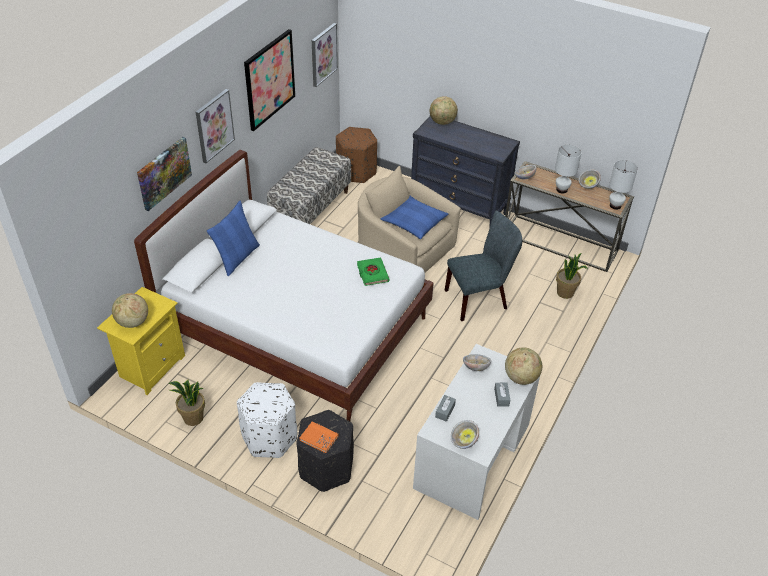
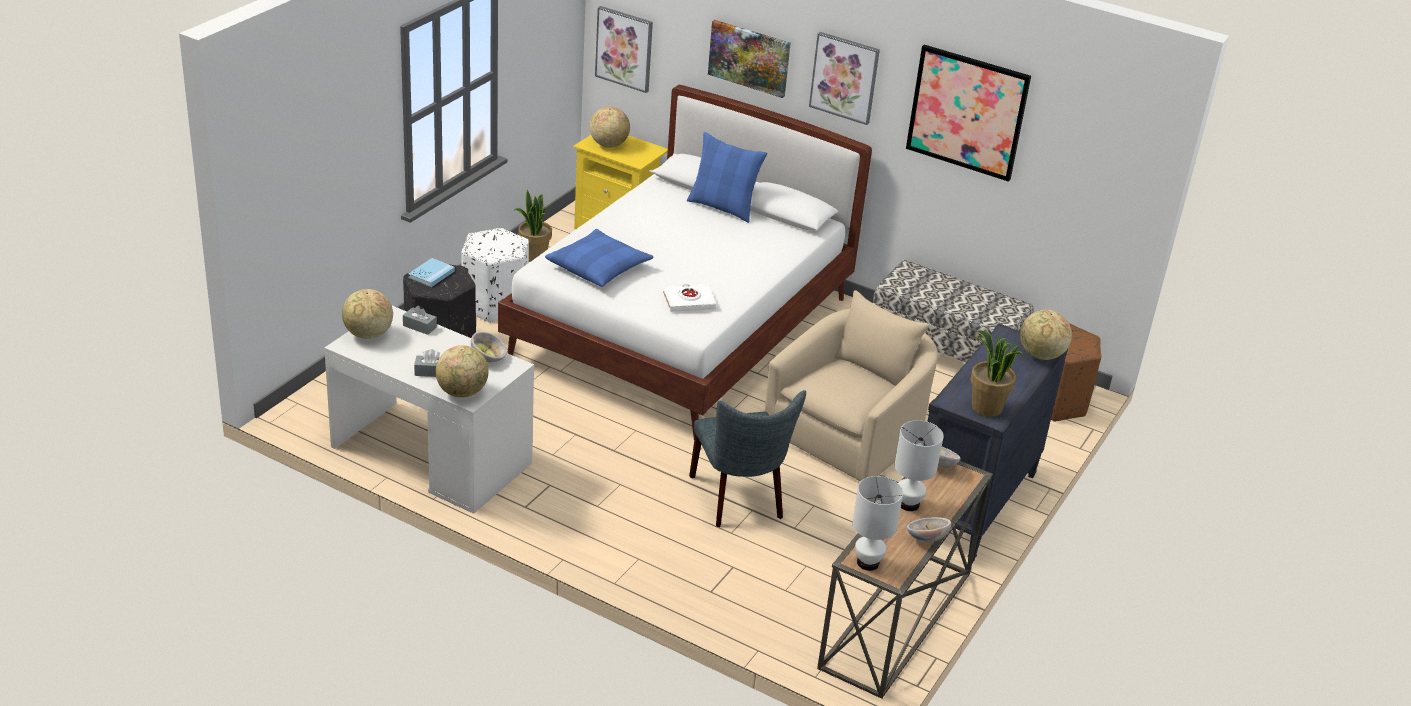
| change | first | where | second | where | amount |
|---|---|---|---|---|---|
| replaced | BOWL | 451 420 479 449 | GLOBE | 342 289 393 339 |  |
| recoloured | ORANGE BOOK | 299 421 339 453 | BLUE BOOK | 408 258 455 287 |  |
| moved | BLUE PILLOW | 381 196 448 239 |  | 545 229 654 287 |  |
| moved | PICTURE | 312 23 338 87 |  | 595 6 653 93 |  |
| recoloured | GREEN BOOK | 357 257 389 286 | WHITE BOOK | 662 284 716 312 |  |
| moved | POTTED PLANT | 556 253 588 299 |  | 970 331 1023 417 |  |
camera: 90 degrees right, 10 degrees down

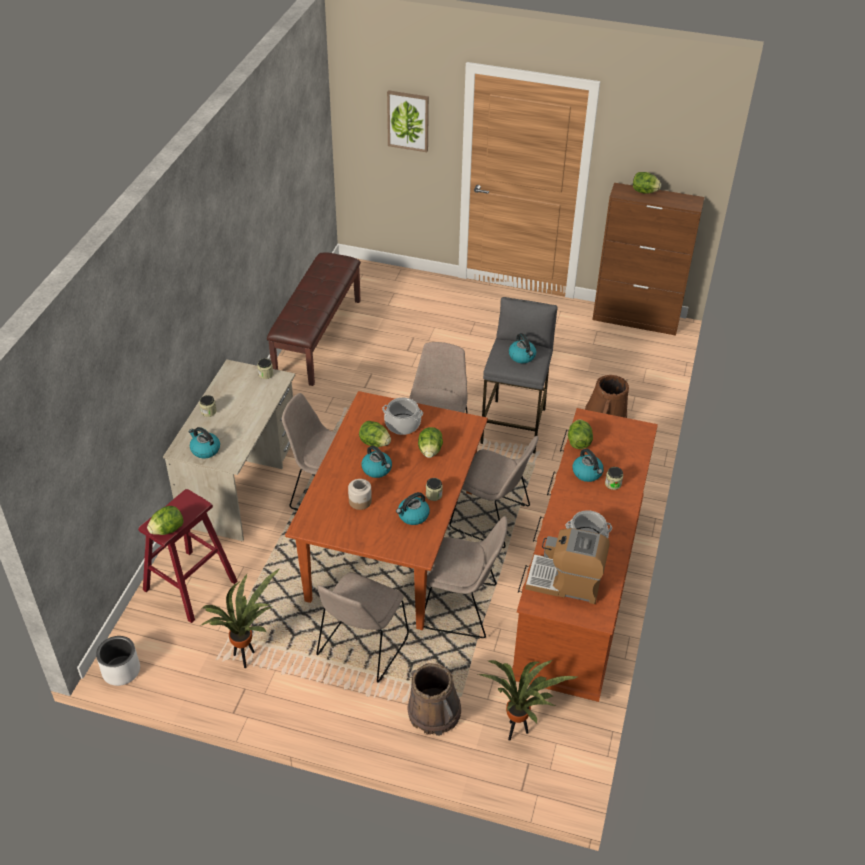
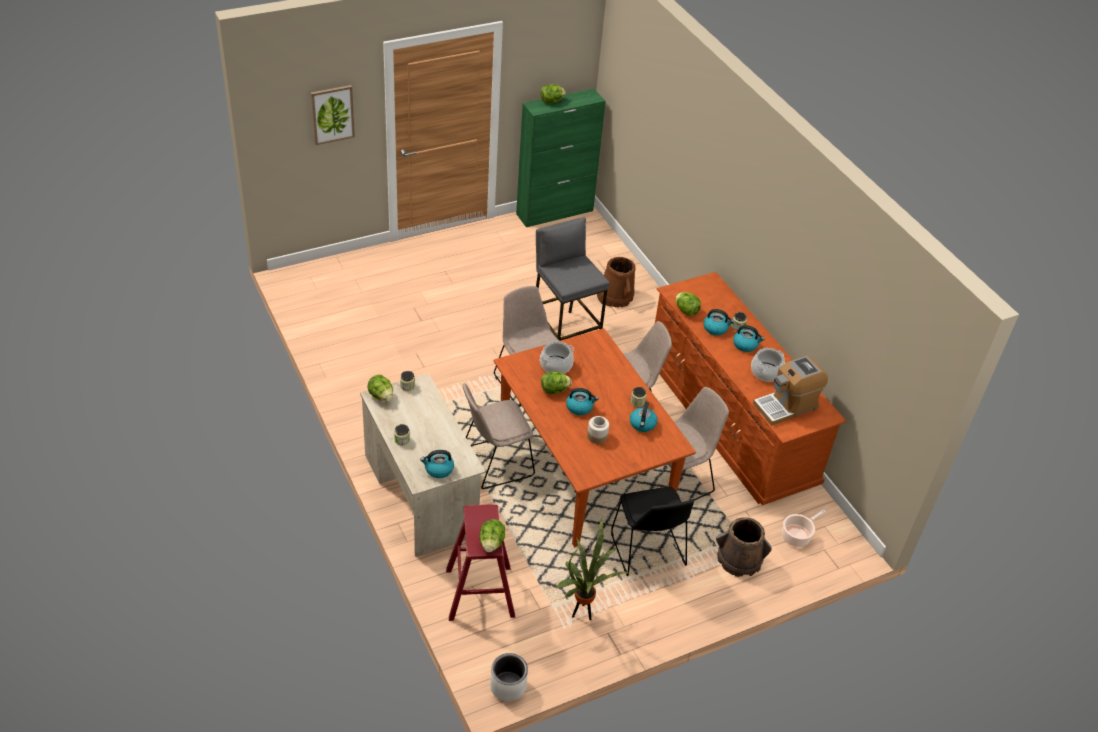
| change | first | where | second | where | amount |
|---|---|---|---|---|---|
| moved | LETTUCE | 418 427 443 458 |  | 367 375 393 402 |  |
| recoloured | BROWN CABINET | 592 183 704 336 | GREEN CABINET | 516 89 606 227 |  |
| recoloured | BEIGE CHAIR | 316 572 409 683 | BLACK CHAIR | 611 487 694 576 |  |
| moved | KETTLE | 509 333 536 363 |  | 733 325 764 352 |  |
| replaced | POTTED PLANT | 478 660 577 741 | COOKING POT | 782 509 826 547 |  |
| removed | BROWN BENCH | 267 252 361 386 |  |  |  |
camera: 45 degrees left, 0 degrees up

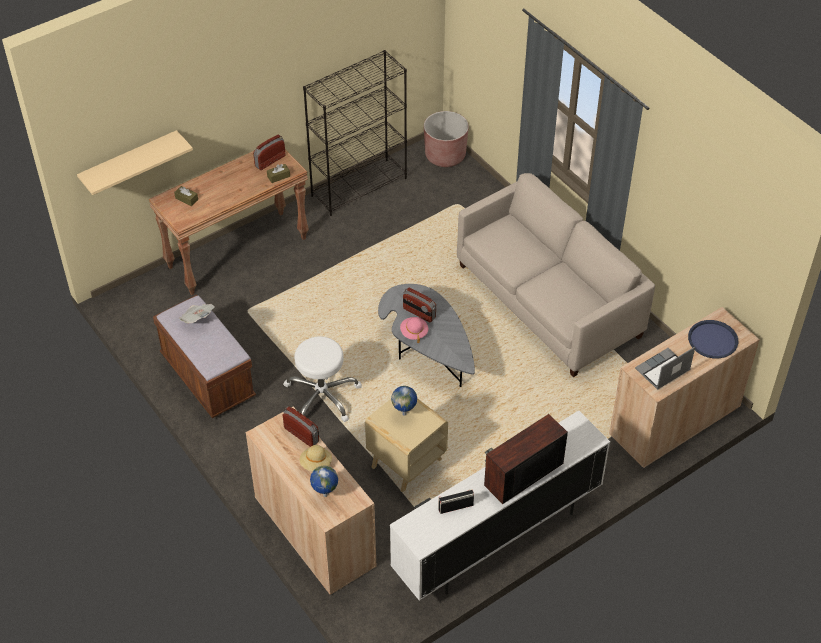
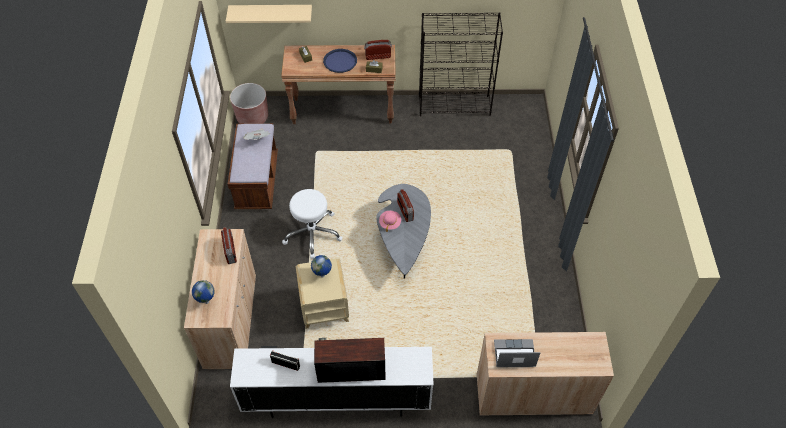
| change | first | where | second | where | amount |
|---|---|---|---|---|---|
| moved | BROWN PLANTER | 424 111 469 167 |  | 230 83 268 124 |  |
| moved | BLUE TRAY | 688 320 738 359 |  | 323 49 357 73 |  |
| removed | BEIGE HAT | 300 445 332 471 |  |  |  |
| removed | BEIGE SOFA | 457 173 655 377 |  |  |  |
camera: 35 degrees right, 5 degrees up

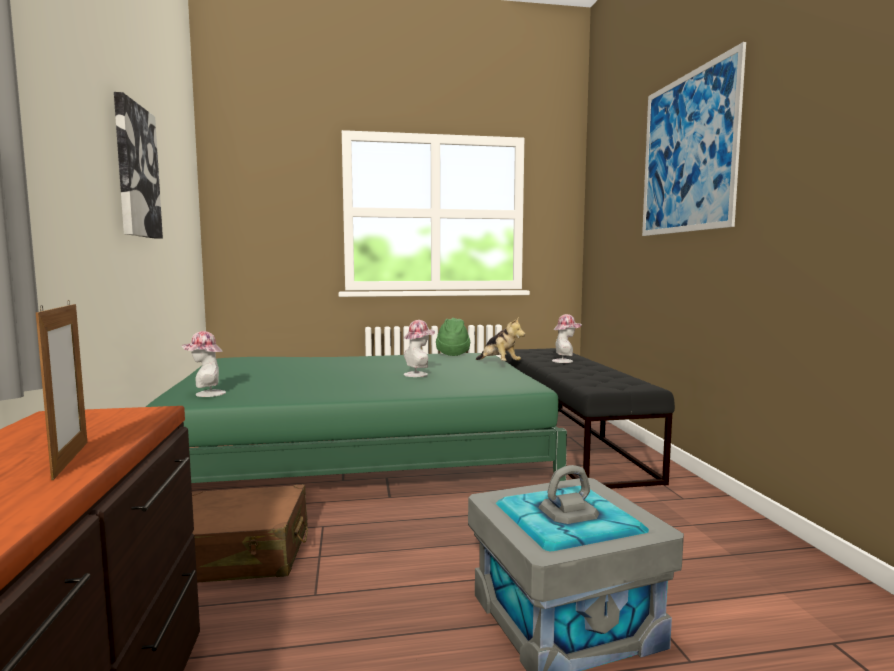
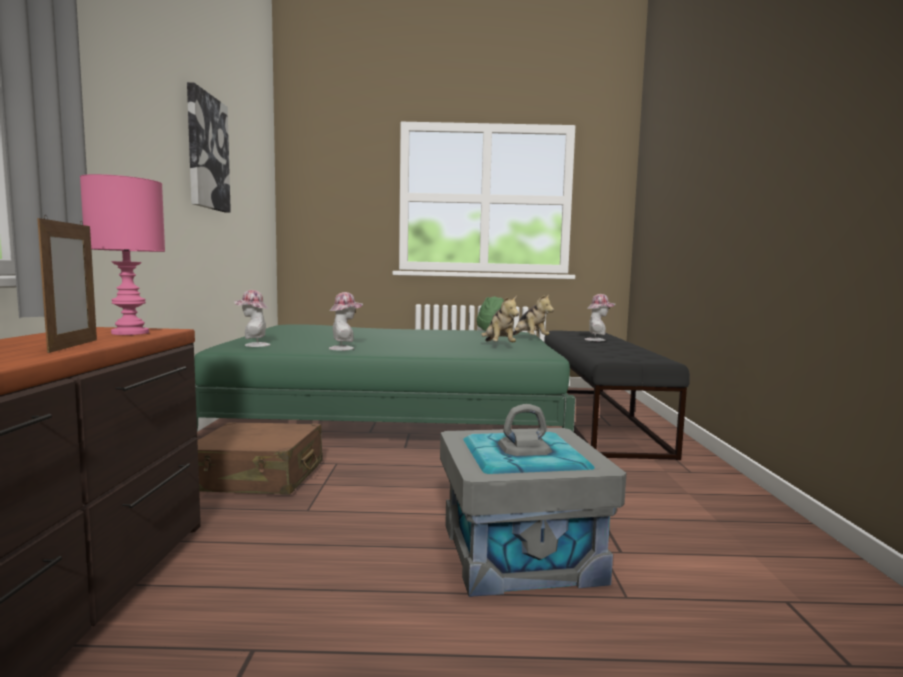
| change | first | where | second | where | amount |
|---|---|---|---|---|---|
| added |  |  | PINK TABLE LAMP | 80 174 165 335 |  |
| moved | HAT | 404 320 435 377 |  | 329 292 363 350 |  |
| added |  |  | PLUSH TOY | 481 295 519 342 |  |
| removed | PICTURE | 642 42 746 236 |  |  |  |
camera: 10 degrees right, 0 degrees up

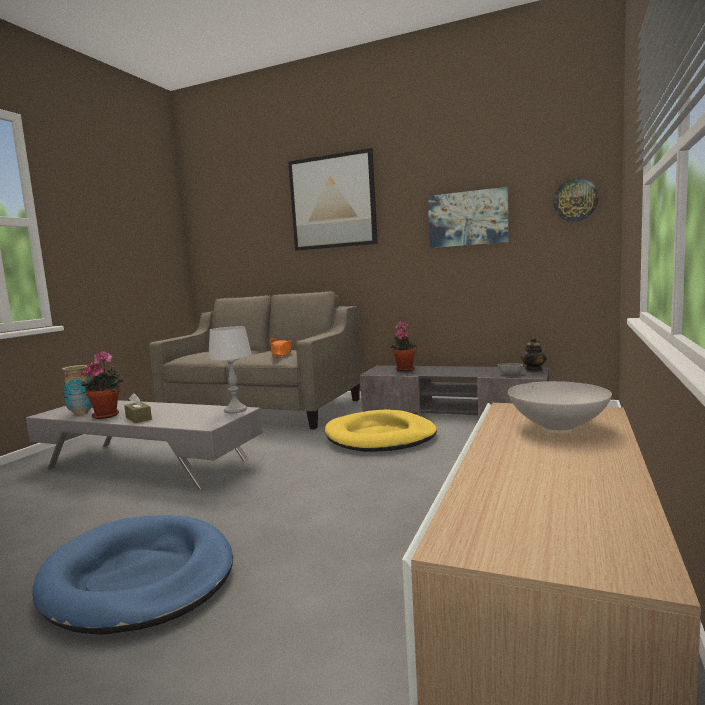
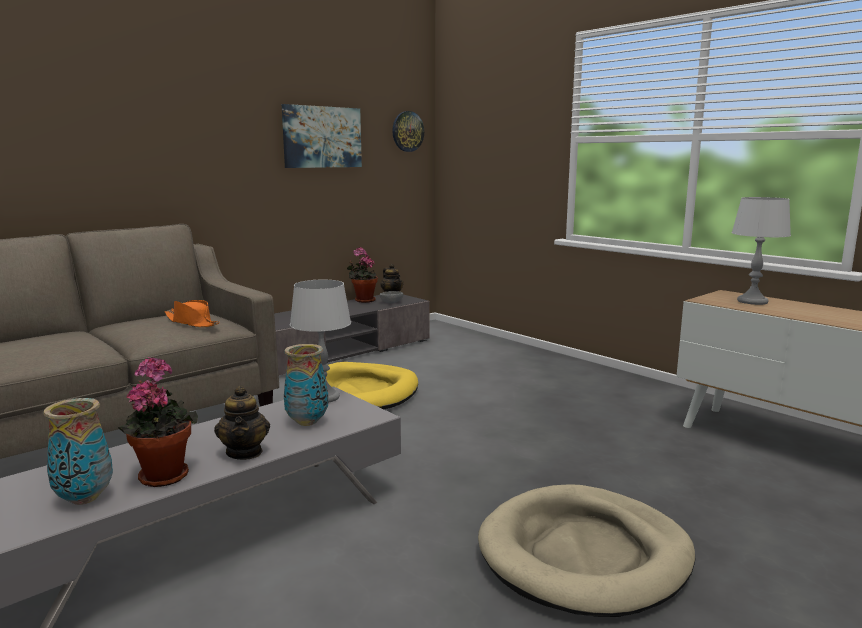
| change | first | where | second | where | amount |
|---|---|---|---|---|---|
| replaced | BROWN TISSUE BOX | 124 393 152 423 | TEAPOT | 214 386 270 460 |  |
| added |  |  | VASE | 284 344 328 426 |  |
| moved | POTTED PLANT | 391 321 417 371 |  | 347 247 378 303 |  |
| recoloured | BLUE DOG BED | 32 515 233 634 | BEIGE DOG BED | 478 484 695 617 |  |
| replaced | WHITE BOWL | 508 381 612 431 | GREY TABLE LAMP | 732 197 791 305 |  |
| removed | PICTURE | 288 148 378 251 |  |  |  |
camera: 65 degrees left, 5 degrees up

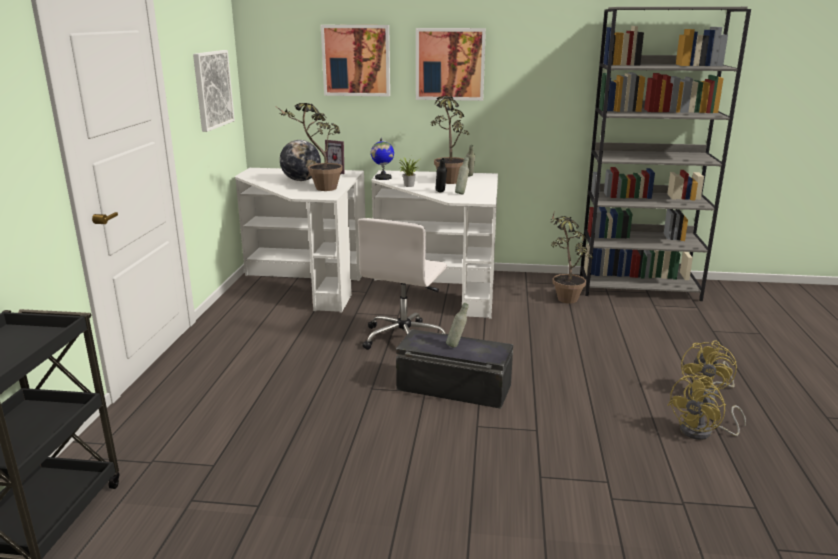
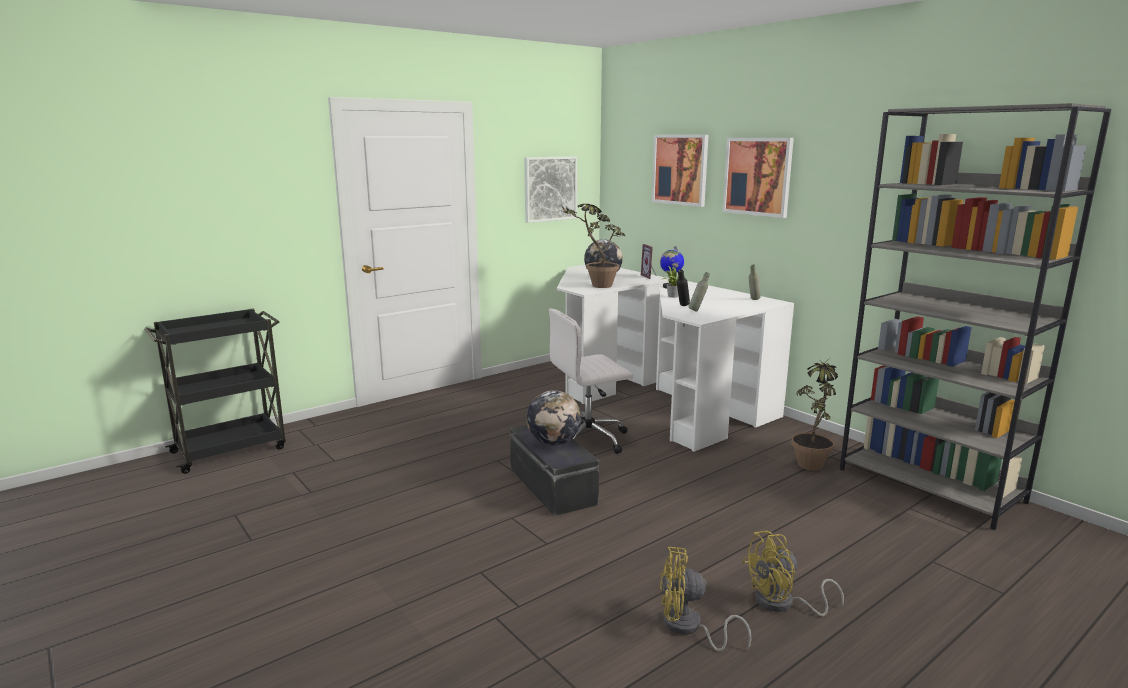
| change | first | where | second | where | amount |
|---|---|---|---|---|---|
| replaced | GREY BOTTLE | 446 303 469 348 | GLOBE | 526 390 581 446 |  |
| removed | POTTED PLANT | 431 95 469 184 |  |  |  |
camera: 45 degrees right, 5 degrees down

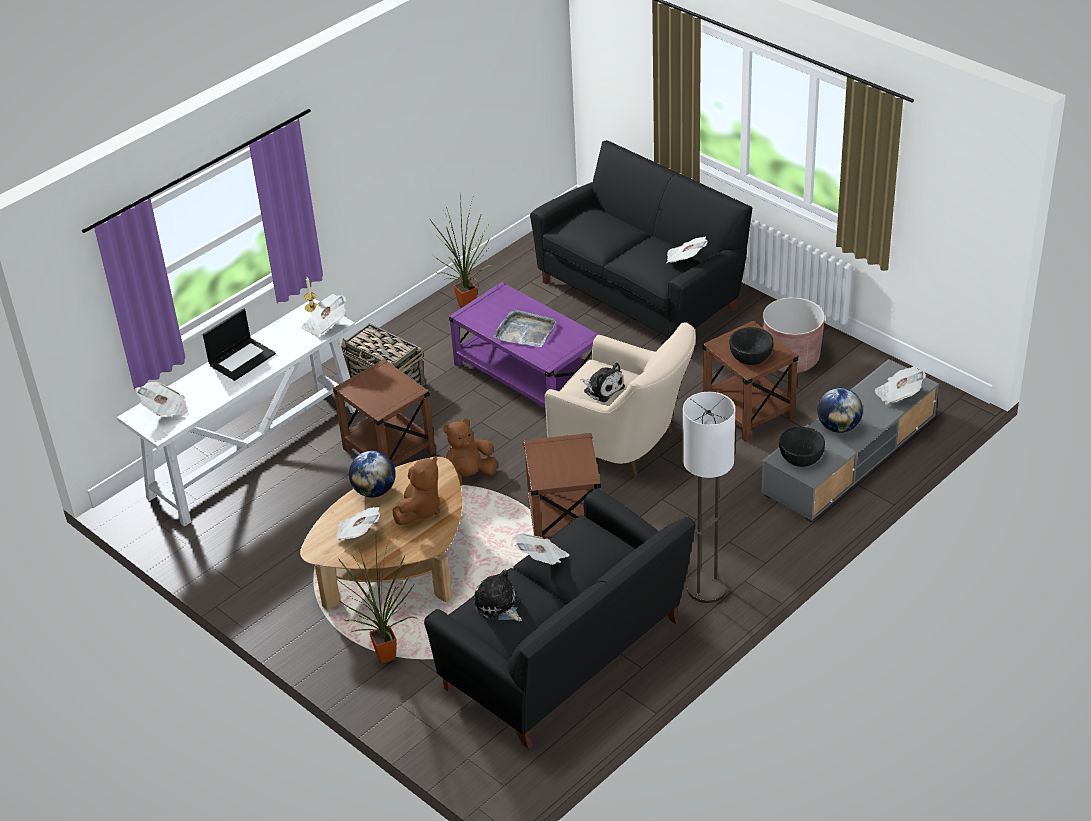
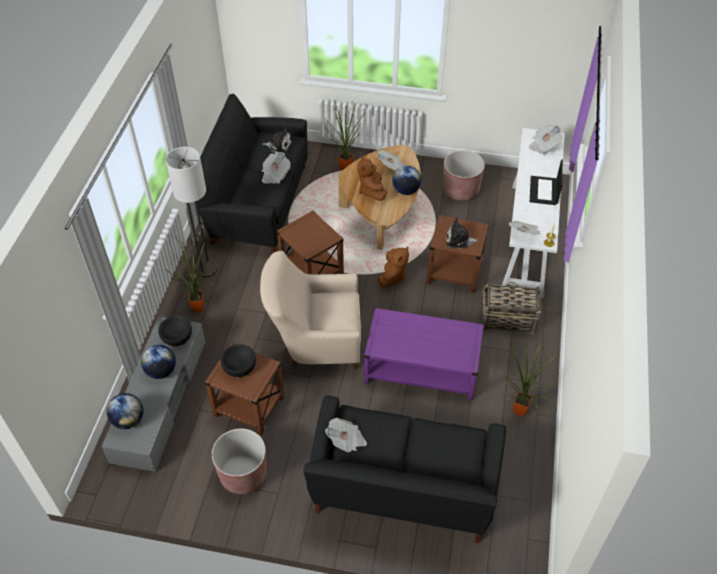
| change | first | where | second | where | amount |
|---|---|---|---|---|---|
| replaced | NEWSPAPER | 875 367 926 404 | GLOBE | 107 393 143 429 |  |
| added |  |  | POTTED PLANT | 167 230 215 312 |  |
| added |  |  | BROWN PLANTER | 443 150 485 201 |  |
| moved | PLUSH TOY | 580 363 625 402 |  | 446 218 478 249 |  |
| removed | GREY TRAY | 493 309 557 347 |  |  |  |
camera: 145 degrees right, 10 degrees up

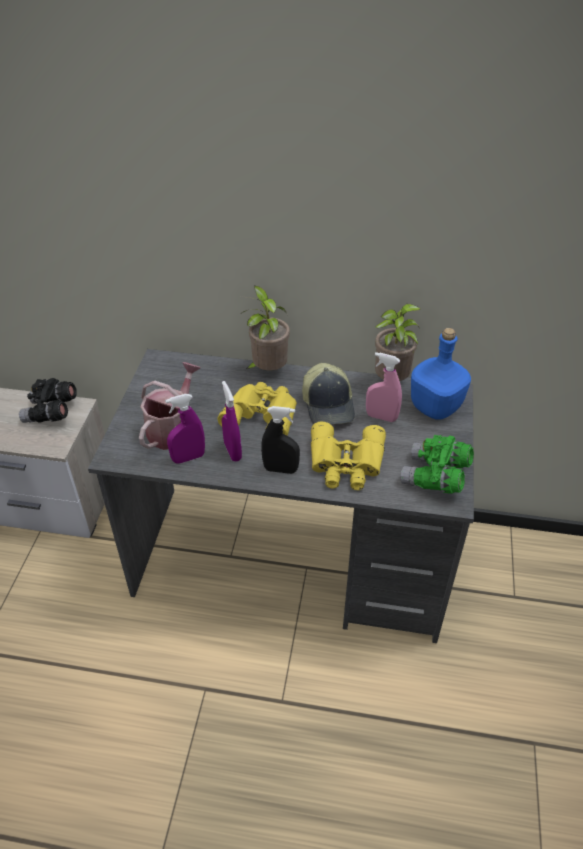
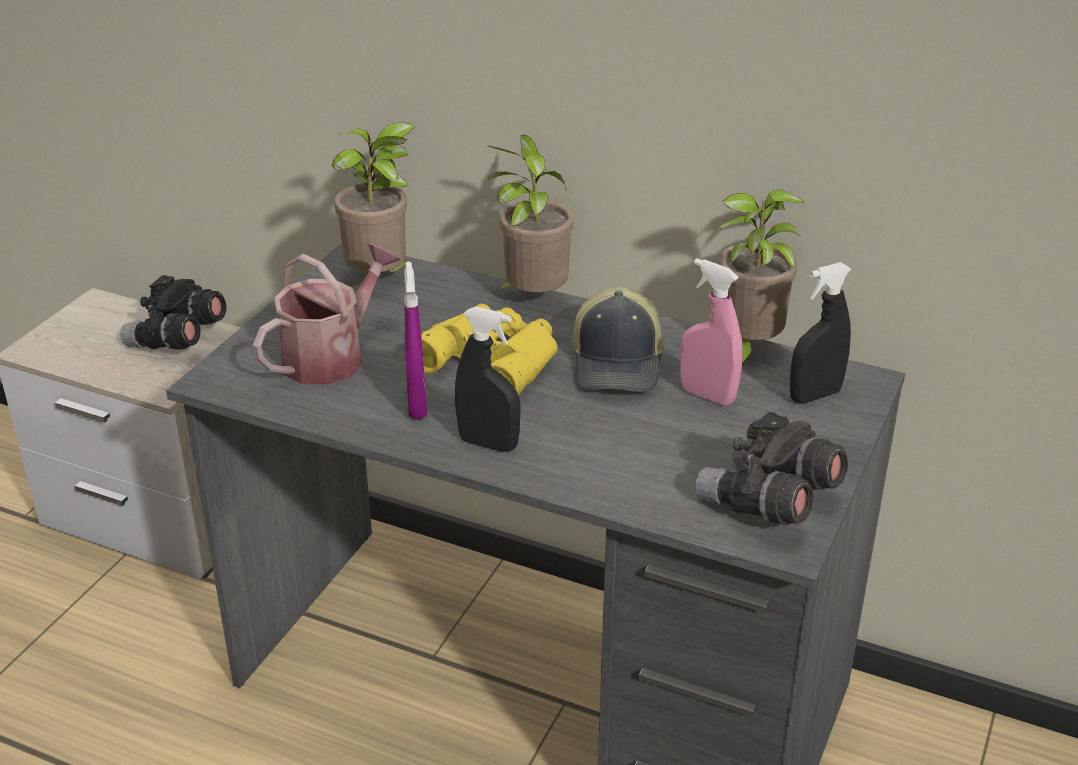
| change | first | where | second | where | amount |
|---|---|---|---|---|---|
| added |  |  | POTTED PLANT | 331 122 415 273 |  |
| recoloured | GREEN BINOCULARS | 401 435 474 494 | GREY BINOCULARS | 696 411 848 525 |  |
| replaced | BLUE BOTTLE | 411 328 471 420 | BLACK SPRAY BOTTLE | 790 262 851 403 |  |
| removed | PURPLE SPRAY BOTTLE | 165 394 205 464 |  |  |  |
| removed | YELLOW BINOCULARS | 311 422 386 490 |  |  |  |
camera: 15 degrees right, 10 degrees down

